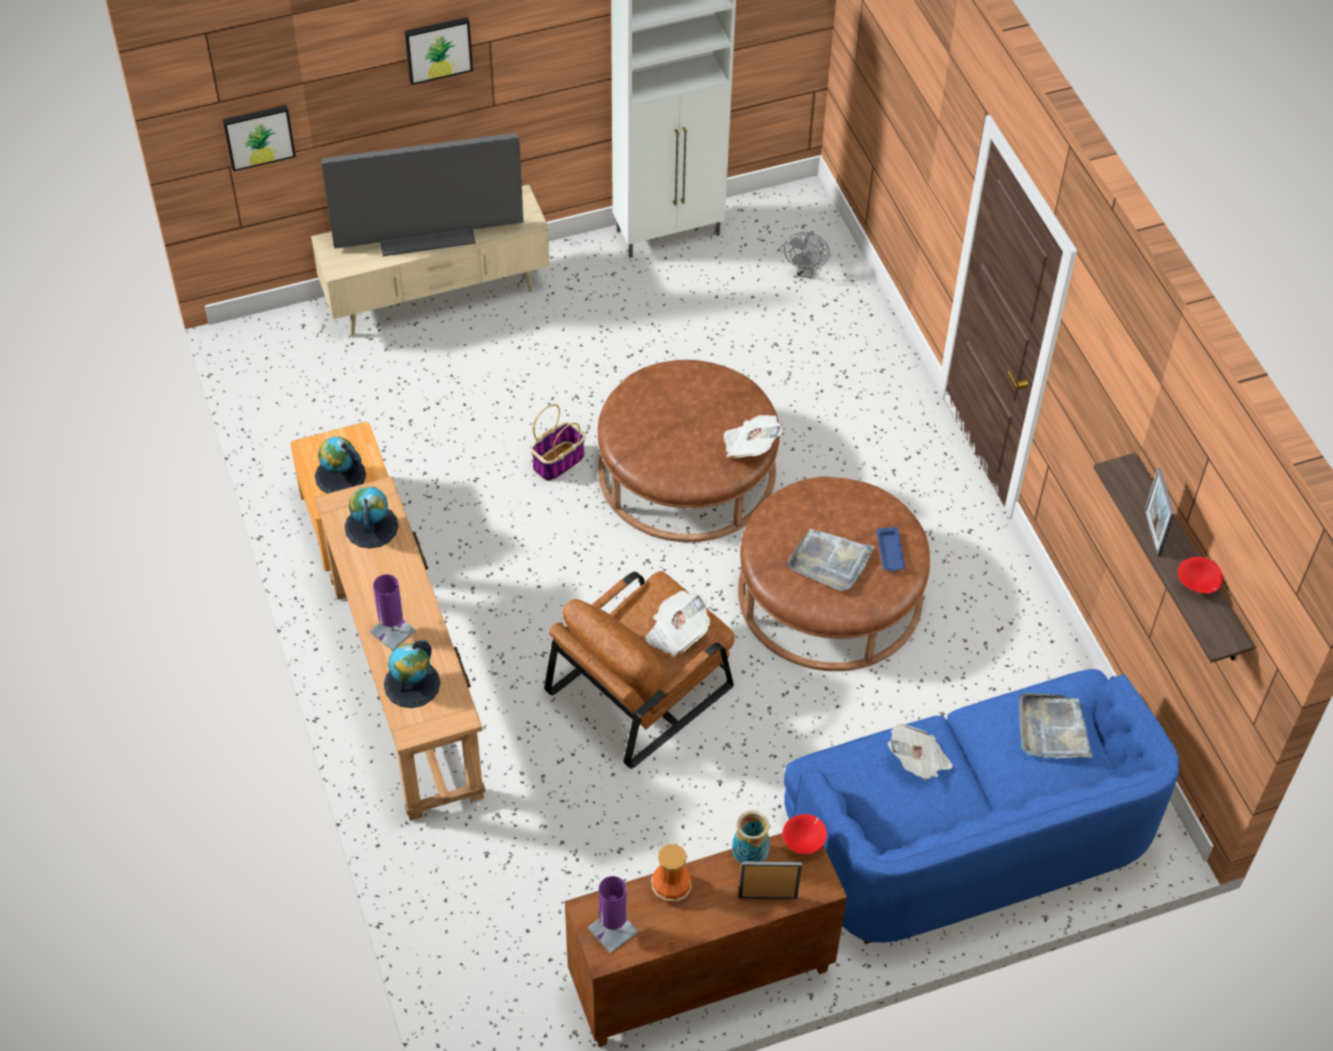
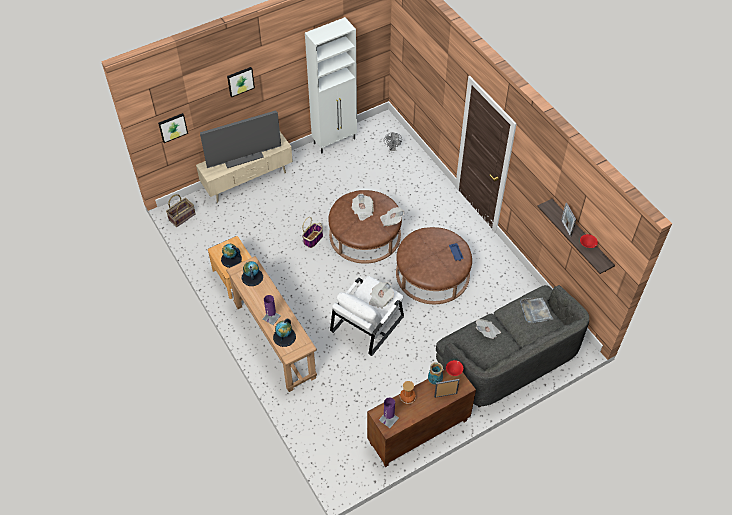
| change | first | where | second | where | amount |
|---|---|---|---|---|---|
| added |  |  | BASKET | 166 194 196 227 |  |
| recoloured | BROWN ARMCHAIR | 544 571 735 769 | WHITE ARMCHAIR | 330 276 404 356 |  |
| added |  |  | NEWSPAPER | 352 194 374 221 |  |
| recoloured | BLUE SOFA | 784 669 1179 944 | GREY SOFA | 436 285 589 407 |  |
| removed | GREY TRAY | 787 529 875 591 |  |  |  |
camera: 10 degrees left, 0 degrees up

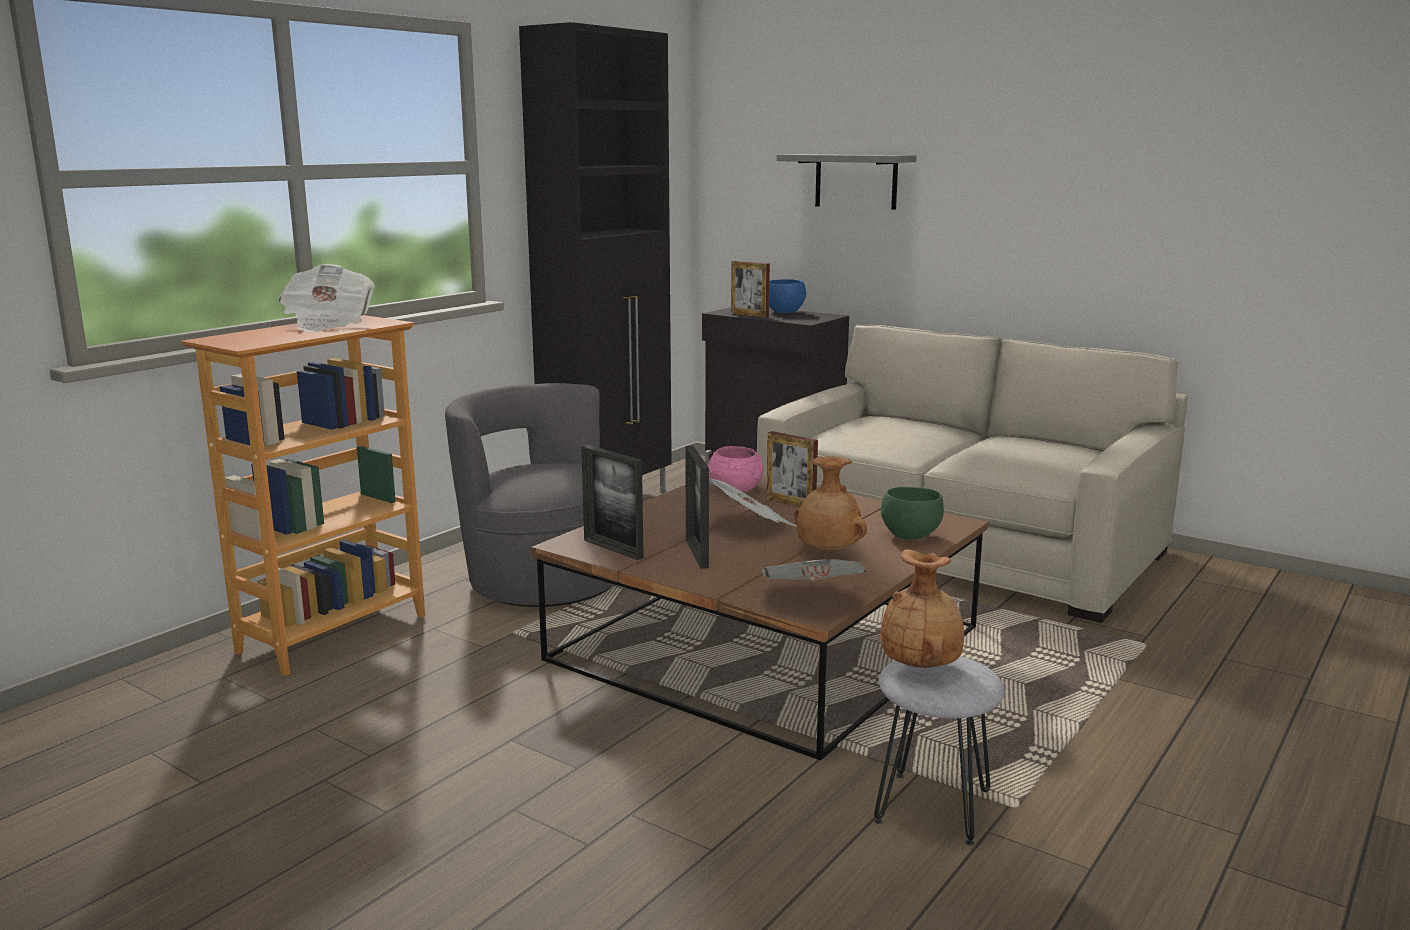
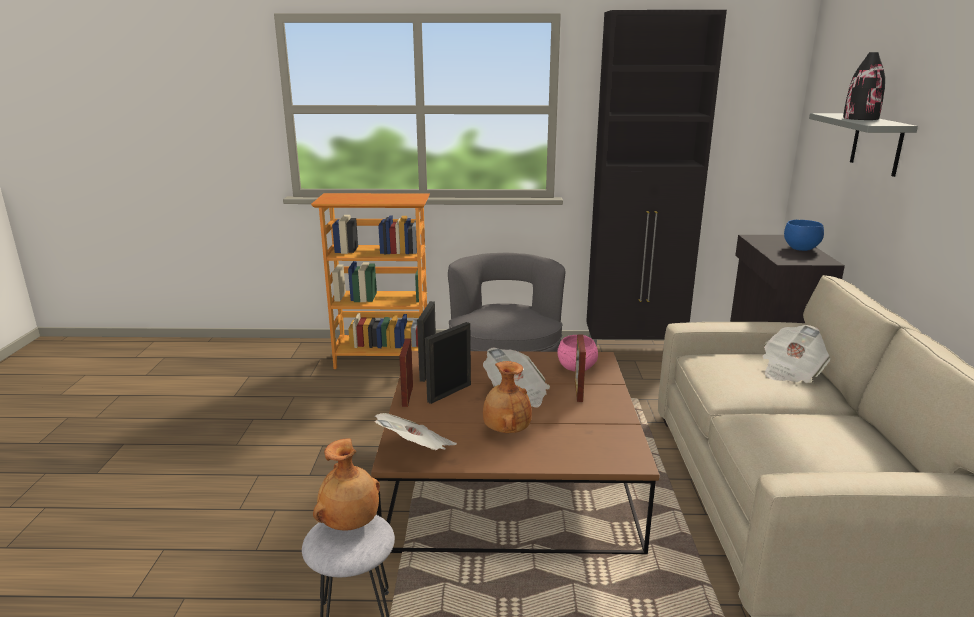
| change | first | where | second | where | amount |
|---|---|---|---|---|---|
| moved | PICTURE FRAME | 731 261 770 318 |  | 399 338 413 407 |  |
| moved | NEWSPAPER | 279 264 375 332 |  | 762 325 830 383 |  |
| added |  |  | BLACK VASE | 843 52 885 120 |  |
| removed | GREEN BOWL | 881 487 944 540 |  |  |  |
camera: 55 degrees right, 5 degrees up

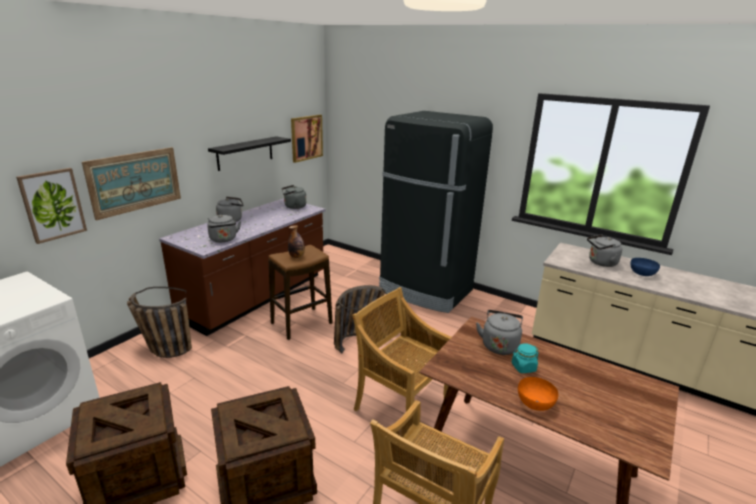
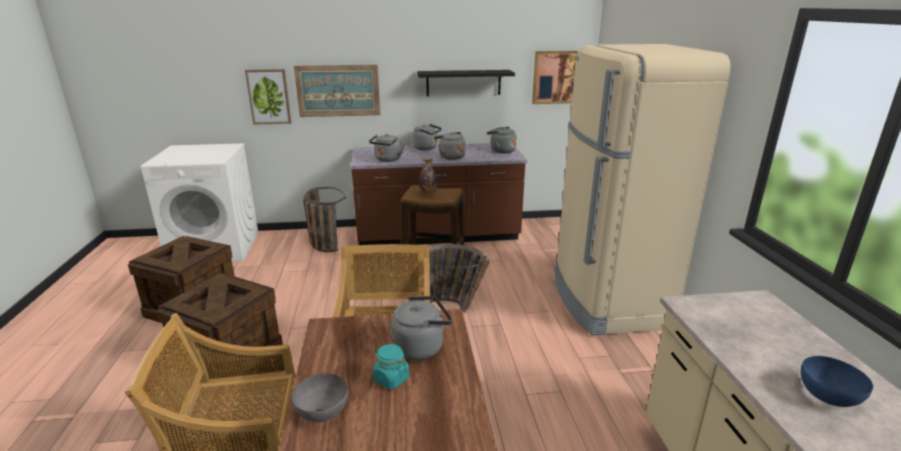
| change | first | where | second | where | amount |
|---|---|---|---|---|---|
| recoloured | ORANGE BOWL | 518 377 558 411 | GREY BOWL | 292 373 348 422 |  |
| moved | GREY KETTLE | 587 235 622 267 |  | 434 132 465 160 |  |
| recoloured | BLACK FRIDGE | 379 111 493 313 | BEIGE FRIDGE | 555 44 731 336 |  |
camera: 50 degrees right, 0 degrees up

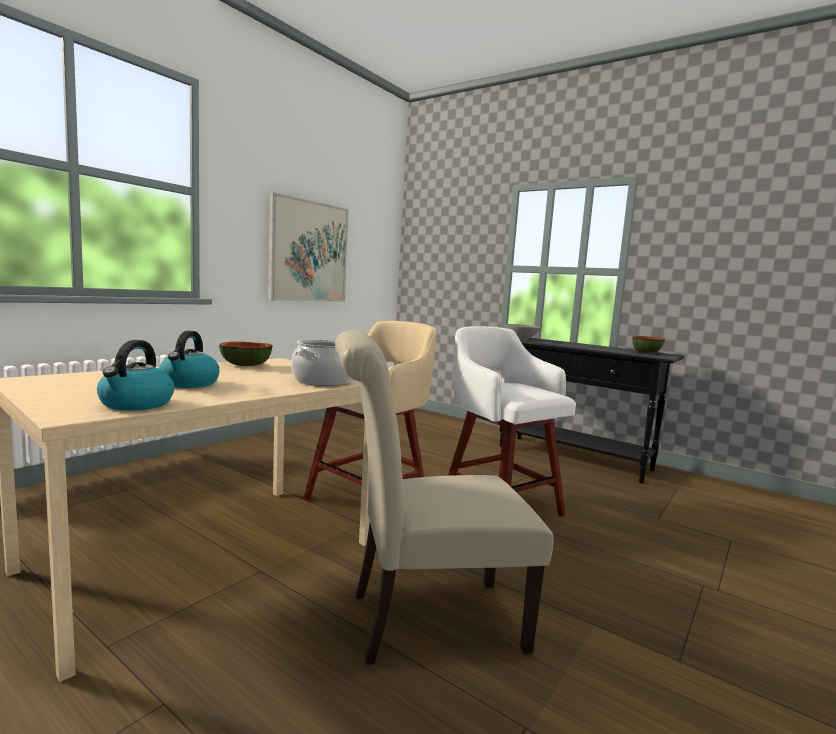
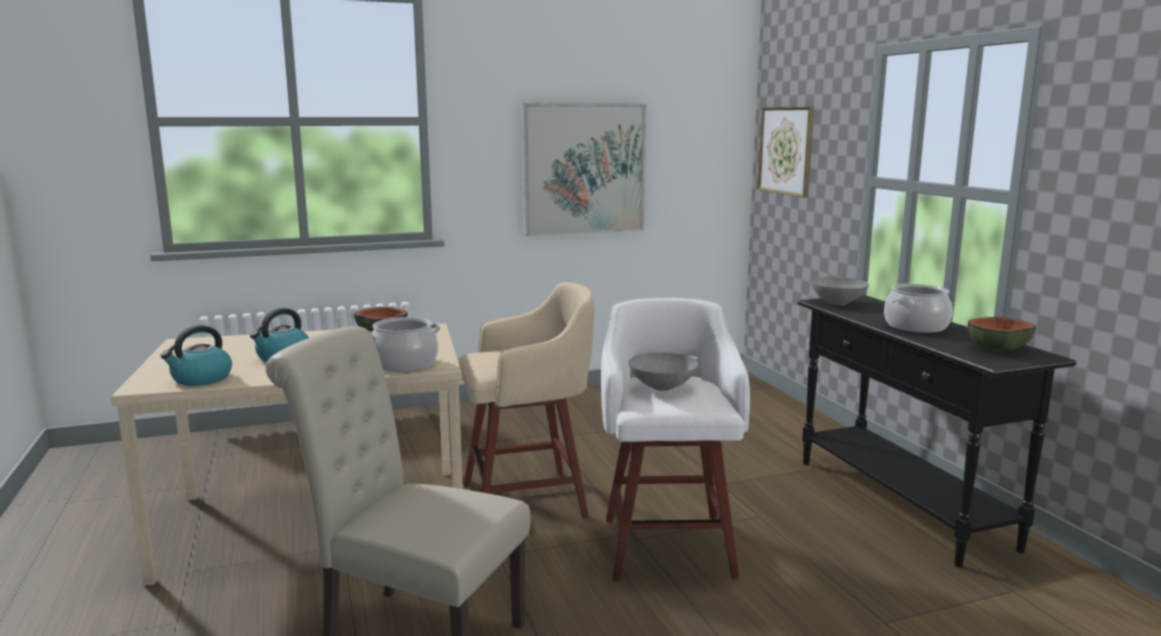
| change | first | where | second | where | amount |
|---|---|---|---|---|---|
| added |  |  | GREY BOWL | 628 353 698 391 |  |
| added |  |  | PICTURE | 757 107 814 198 |  |
| added |  |  | COOKING POT | 884 284 953 333 |  |
camera: 35 degrees right, 5 degrees up

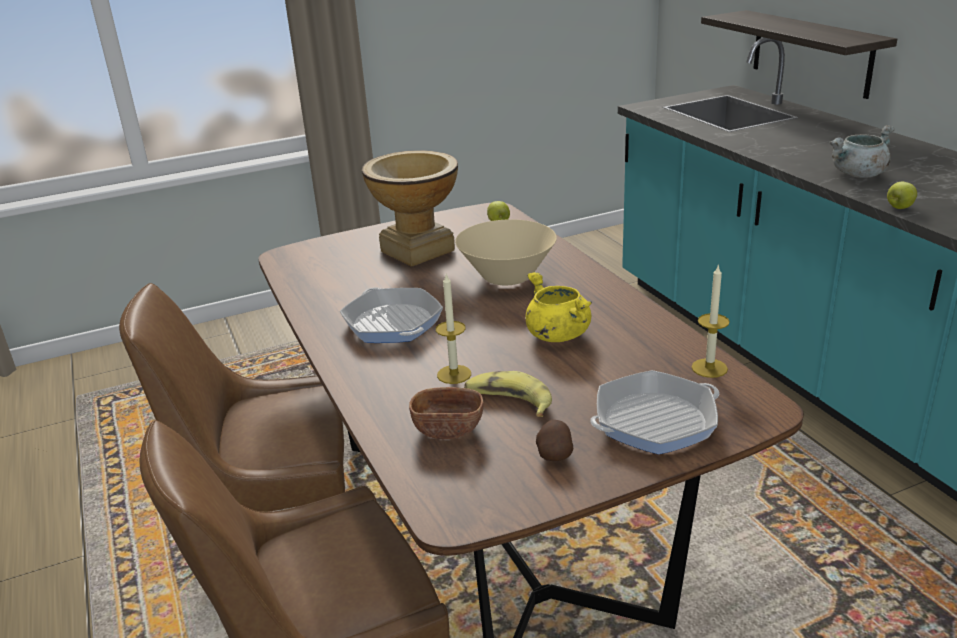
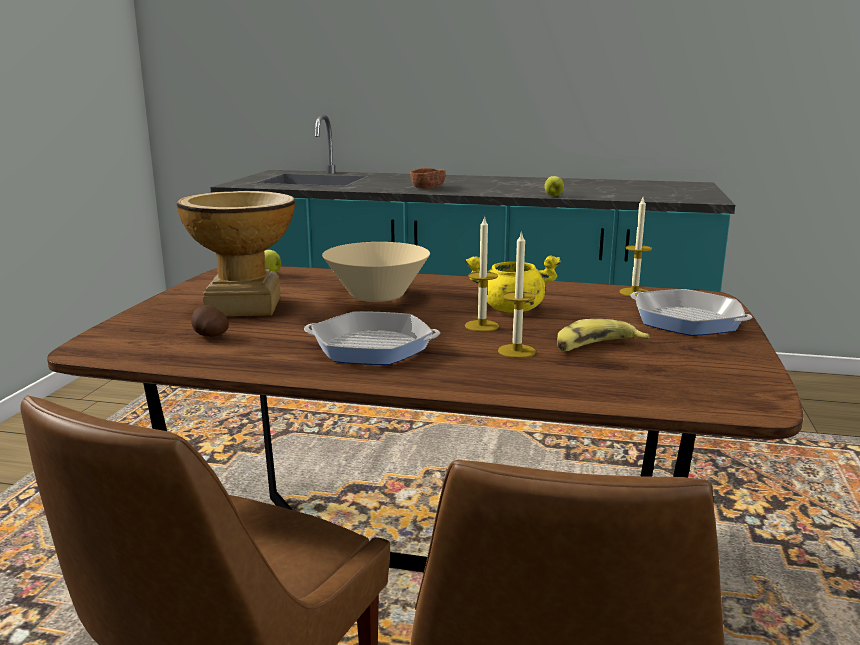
| change | first | where | second | where | amount |
|---|---|---|---|---|---|
| moved | POTATO | 536 420 573 461 |  | 191 305 229 337 |  |
| moved | BROWN BOWL | 409 387 484 439 |  | 410 168 446 189 |  |
| added |  |  | CANDLE | 465 215 499 332 |  |
| turned | FRYING PAN | 590 370 719 455 |  | 630 289 753 336 | 120 degrees clockwise |
| removed | SHELF | 701 10 897 99 |  |  |  |
| removed | GREY COOKING POT | 829 125 895 178 |  |  |  |
camera: 55 degrees left, 10 degrees down

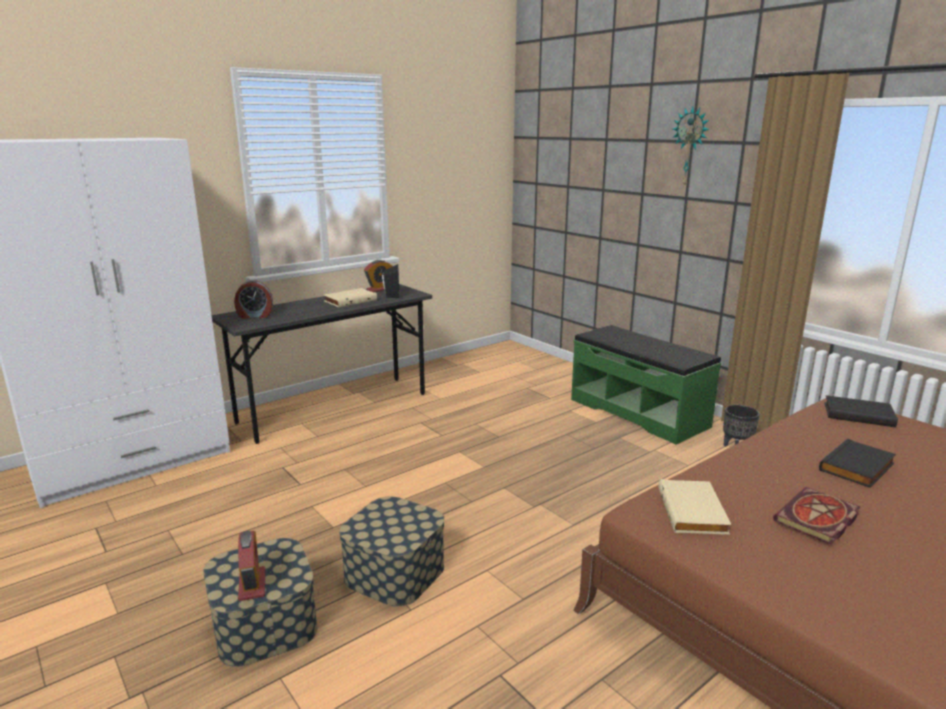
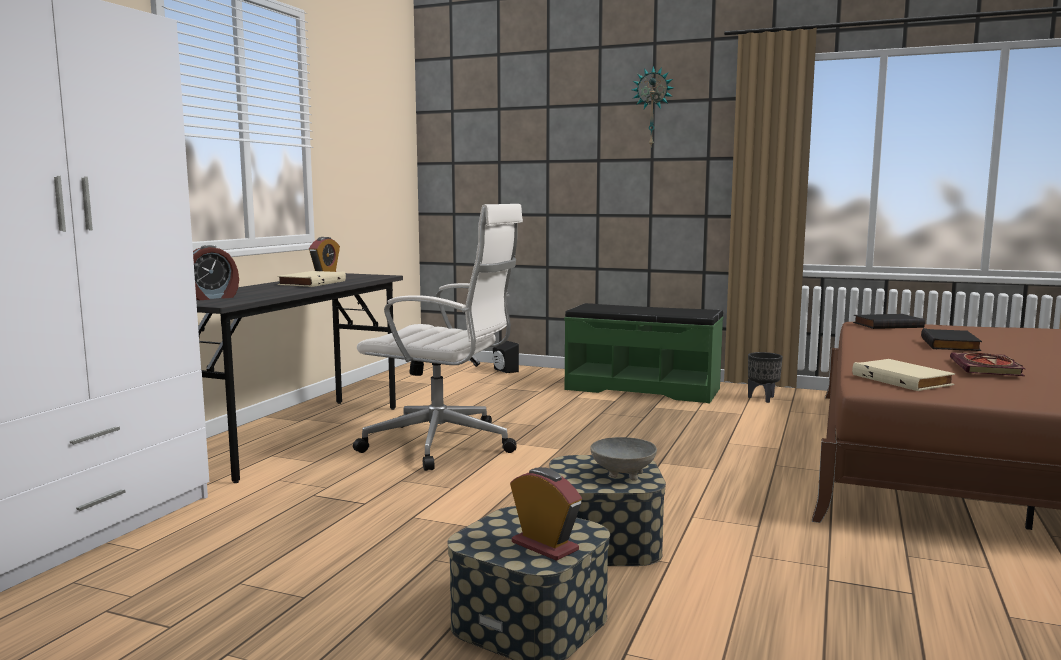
| change | first | where | second | where | amount |
|---|---|---|---|---|---|
| added |  |  | WHITE OFFICE CHAIR | 353 204 523 471 |  |
| moved | BLACK SPEAKER | 382 264 399 298 |  | 493 341 519 373 |  |
| added |  |  | GREY BOWL | 590 437 657 481 |  |
camera: 30 degrees left, 10 degrees down

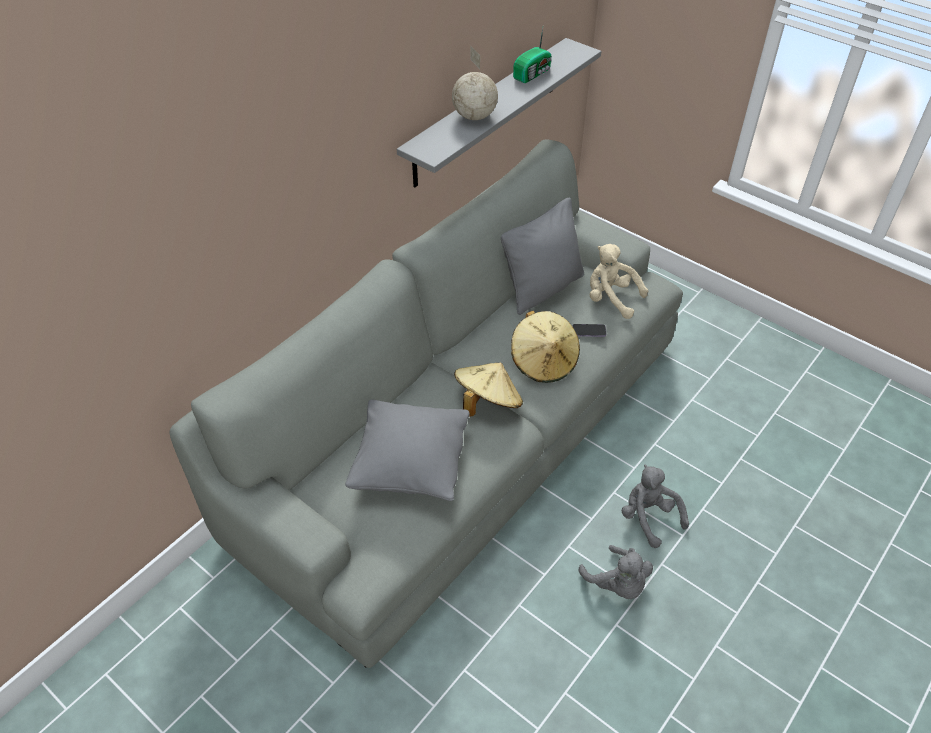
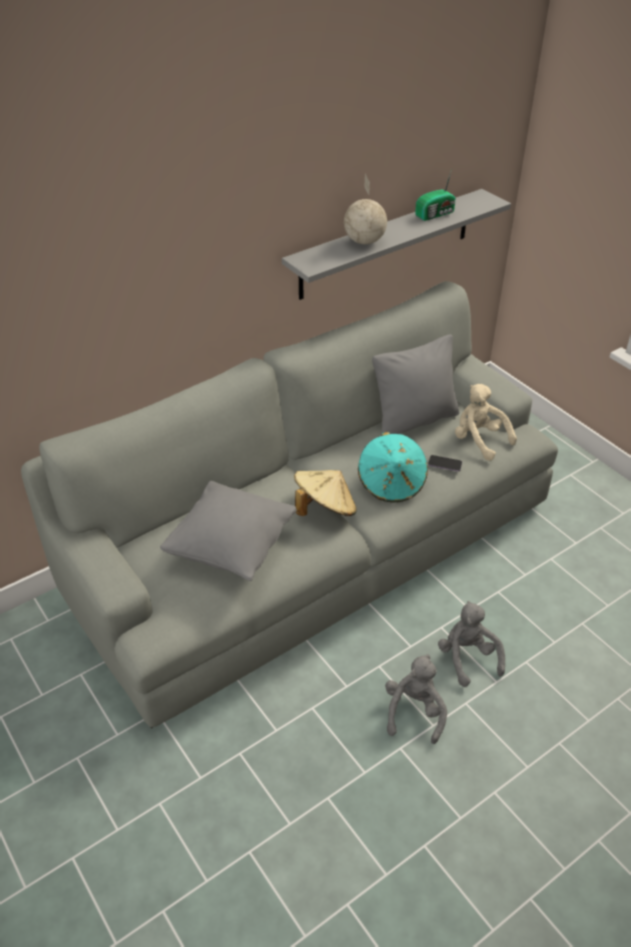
| change | first | where | second | where | amount |
|---|---|---|---|---|---|
| recoloured | BEIGE HAT | 511 311 580 383 | TURQUOISE HAT | 358 432 428 503 |  |
| turned | GREY PLUSH TOY | 579 545 653 599 |  | 385 654 447 744 | 150 degrees counterclockwise |
camera: 15 degrees right, 5 degrees down

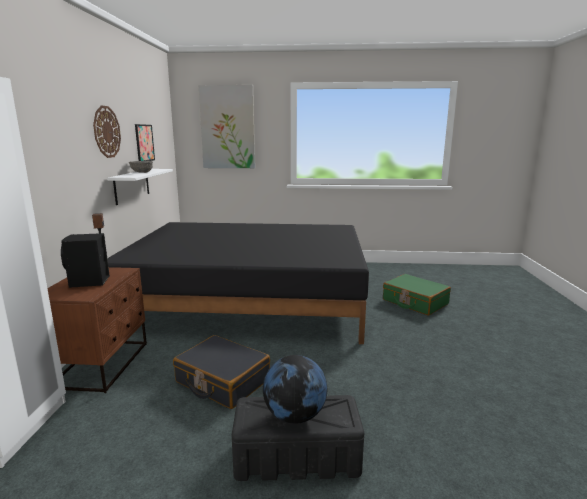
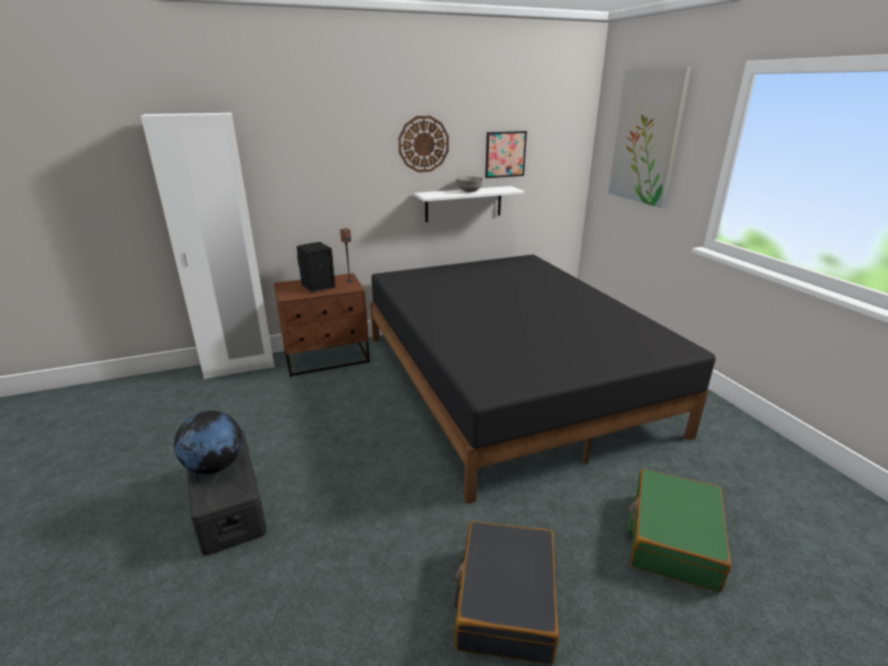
| change | first | where | second | where | amount |
|---|---|---|---|---|---|
| moved | BLACK SUITCASE | 173 335 270 409 |  | 454 521 559 665 |  |
camera: 65 degrees right, 10 degrees up

